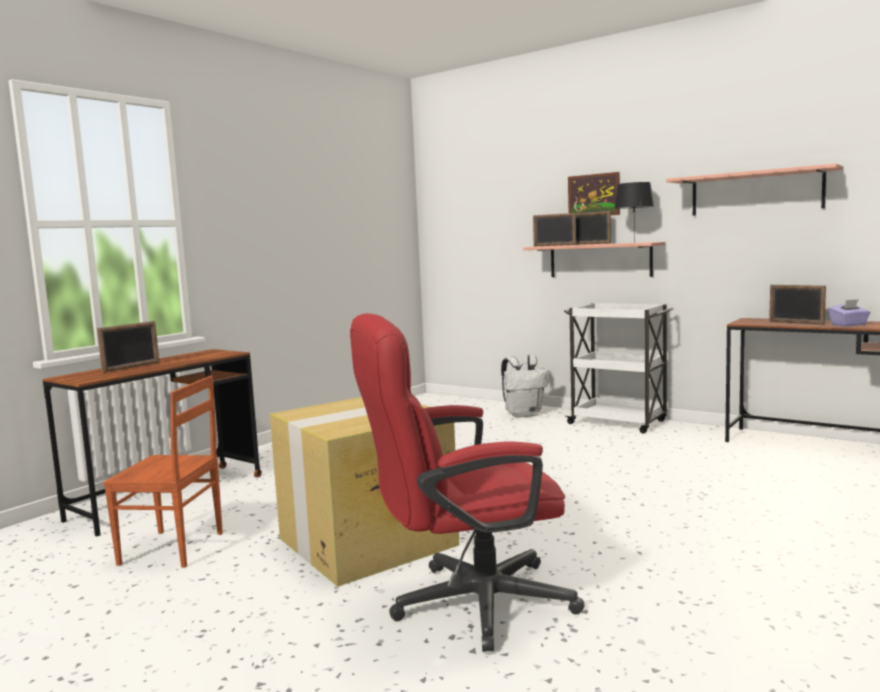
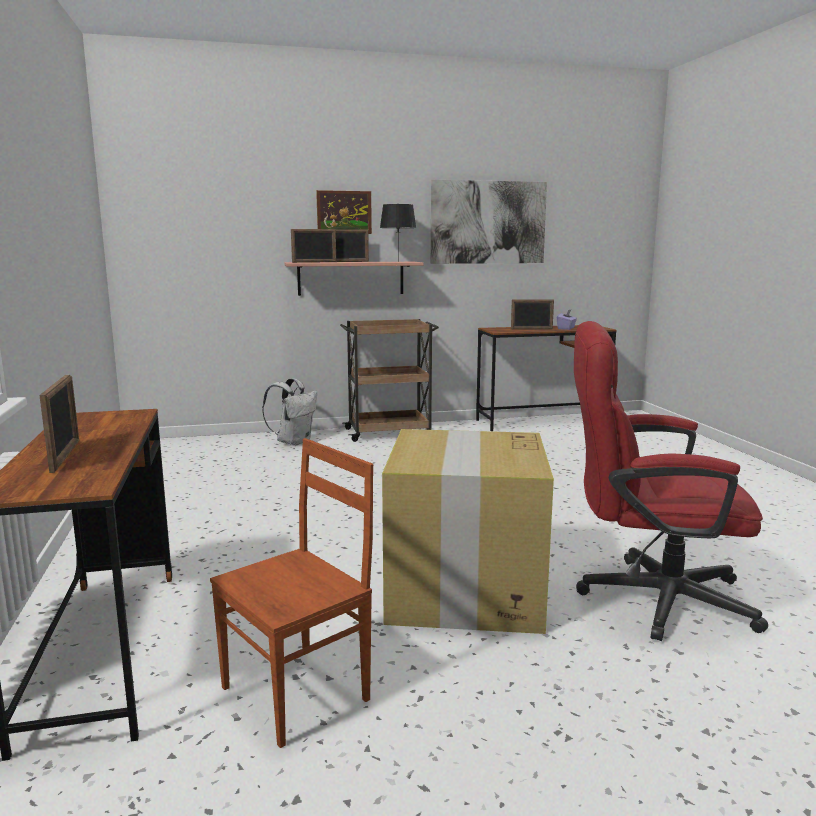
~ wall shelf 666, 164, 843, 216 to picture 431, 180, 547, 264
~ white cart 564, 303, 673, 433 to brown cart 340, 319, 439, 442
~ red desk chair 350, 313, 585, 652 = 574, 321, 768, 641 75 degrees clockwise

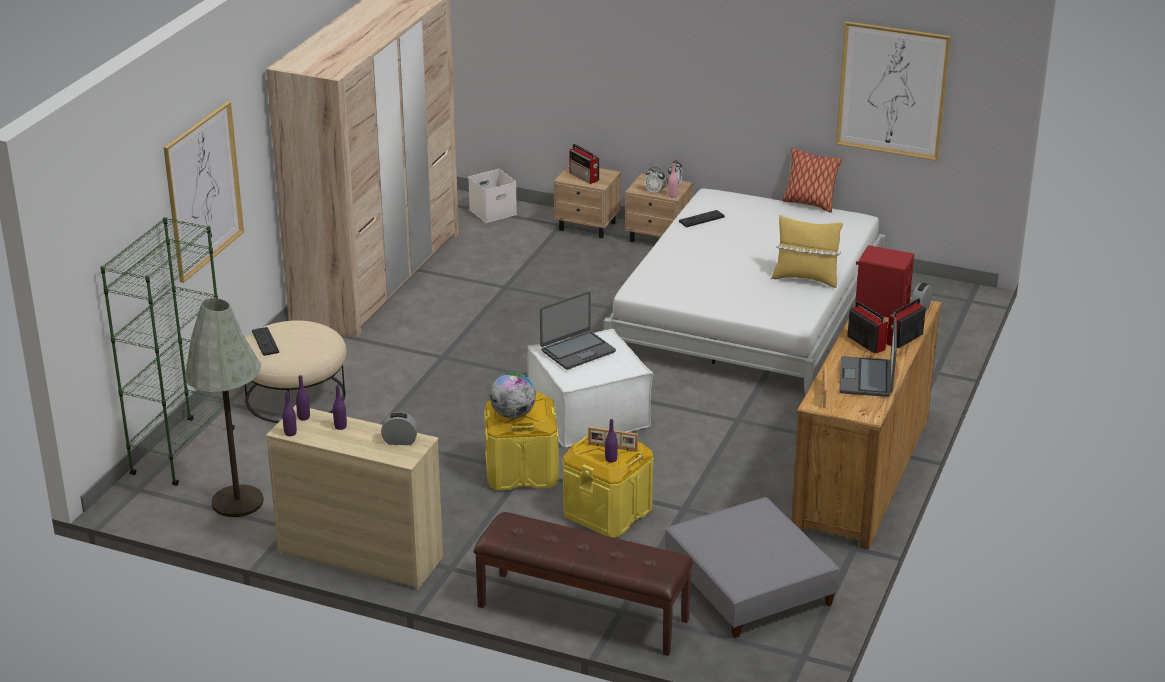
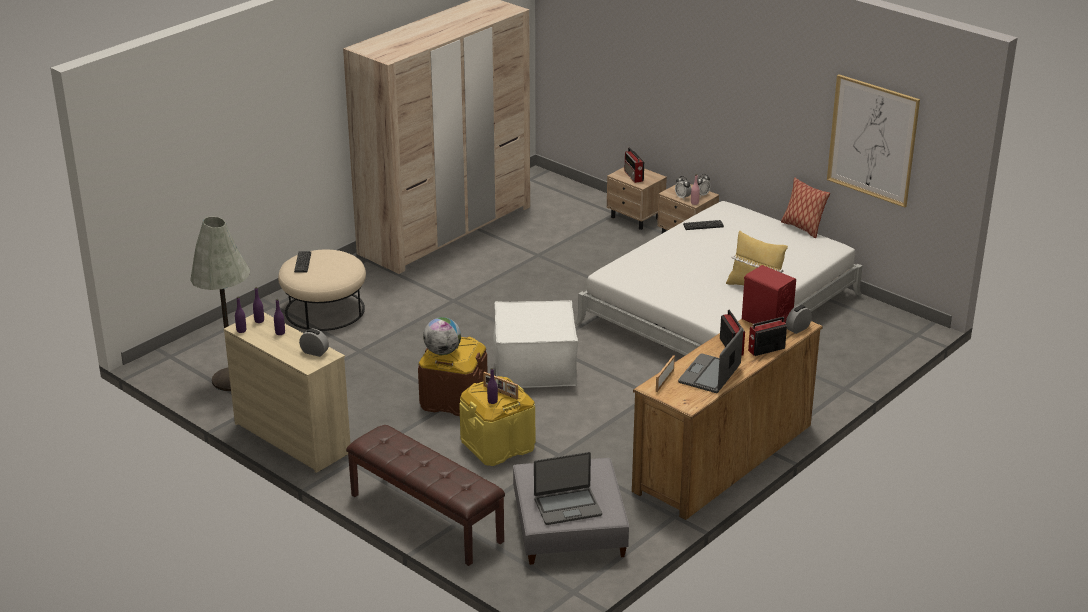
- picture 164, 101, 244, 283
- white storage box 468, 169, 517, 223
- green-coloured shelving unit 100, 217, 235, 486
~ portable computer 540, 291, 616, 370 to 534, 452, 602, 525
~ yellow-coloured storage box 484, 392, 559, 490 to brown storage box 418, 337, 488, 416

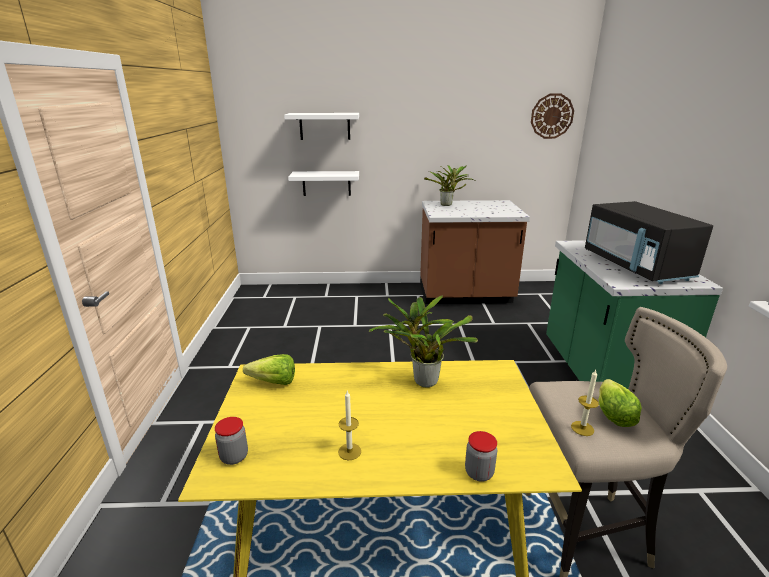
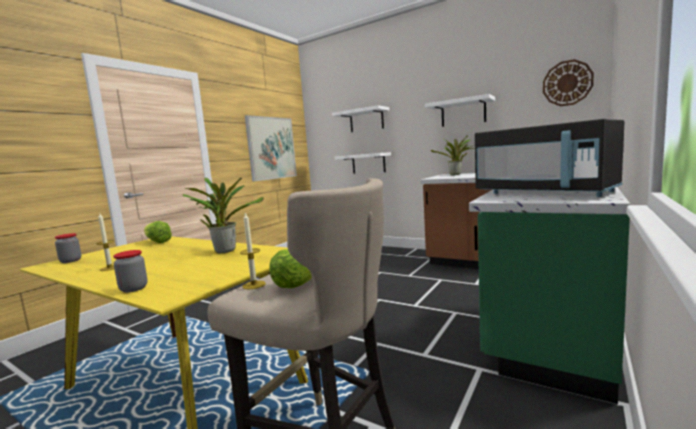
~ blackish microwave oven 585, 201, 713, 284 = 475, 119, 624, 197 60 degrees counterclockwise
+ white wall shelf 425, 94, 495, 127
+ picture 245, 115, 297, 181

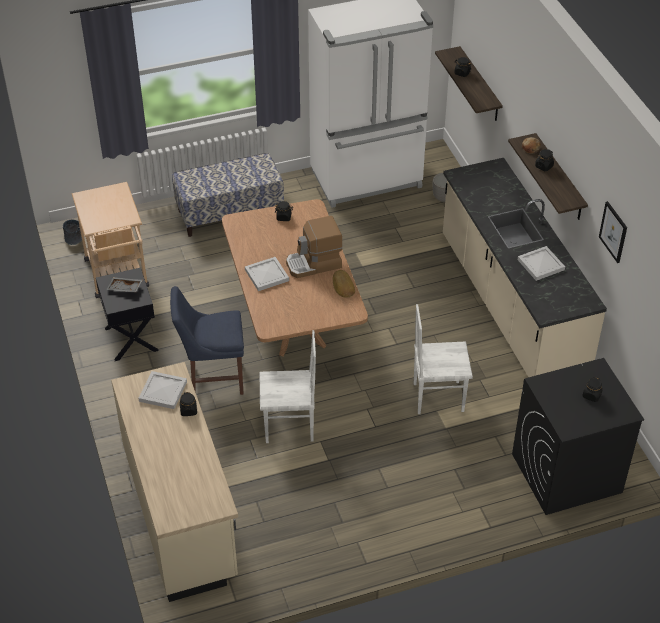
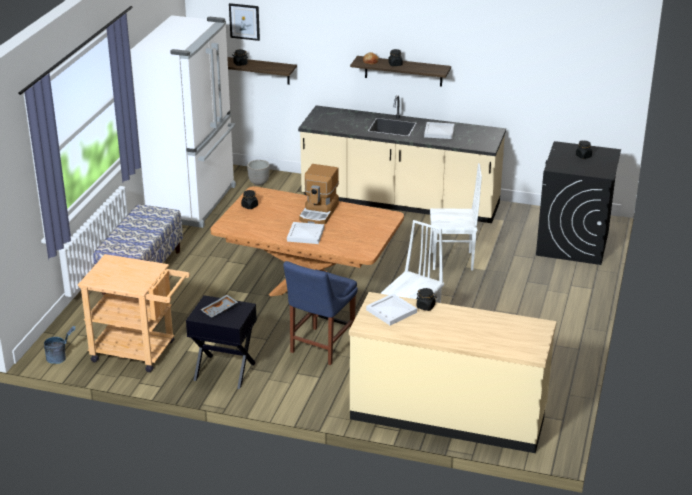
~ picture 599, 201, 627, 263 to 229, 3, 260, 41
- baked bread 333, 270, 355, 298
~ white chair 414, 304, 473, 414 = 430, 163, 482, 270 120 degrees counterclockwise

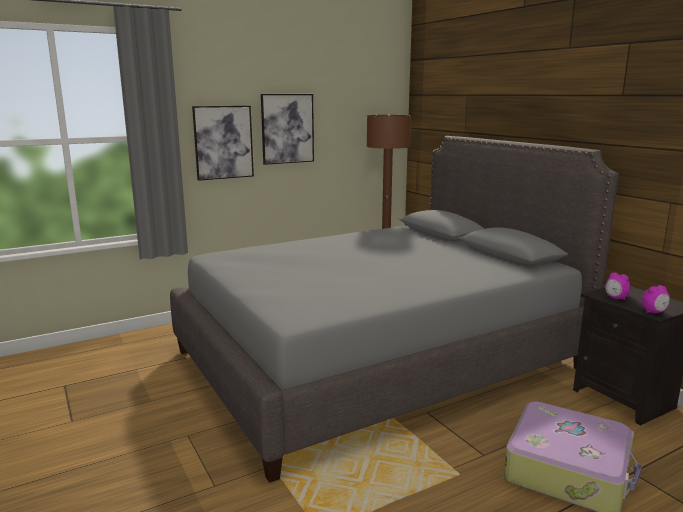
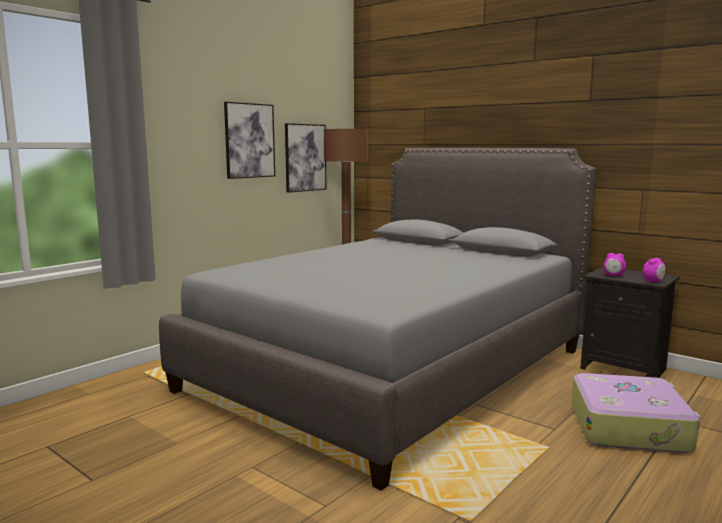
~ picture 192, 106, 254, 181 to 285, 123, 326, 193

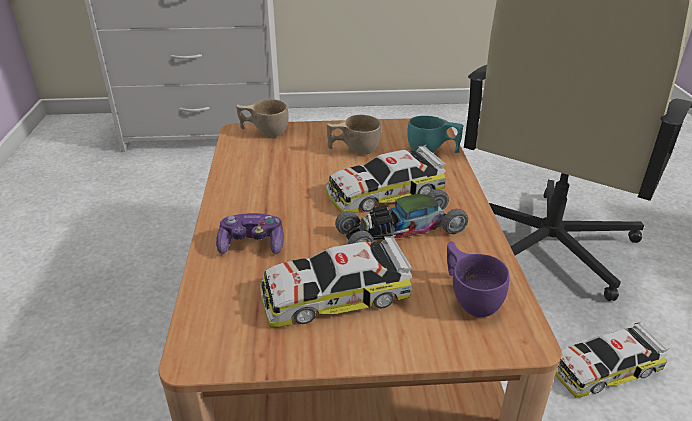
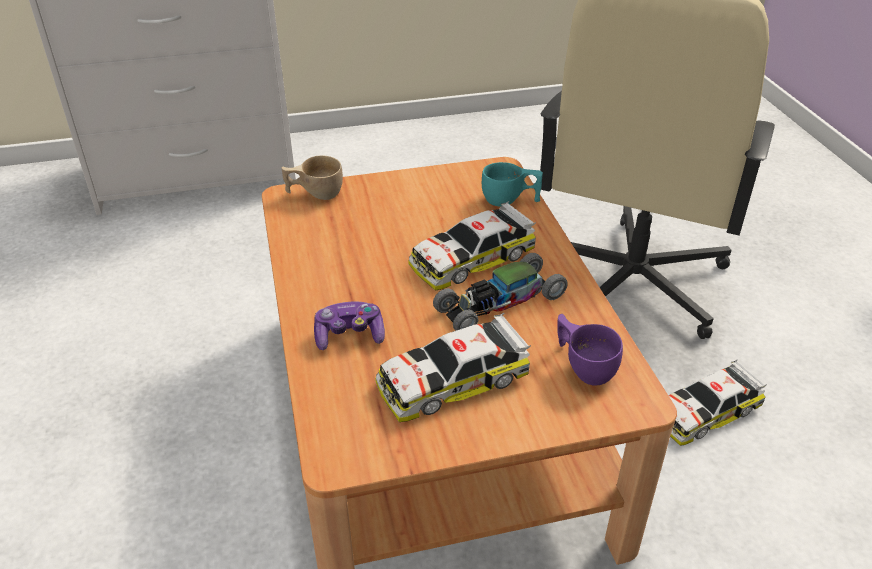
- beige-coloured drinking cup 327, 115, 381, 154

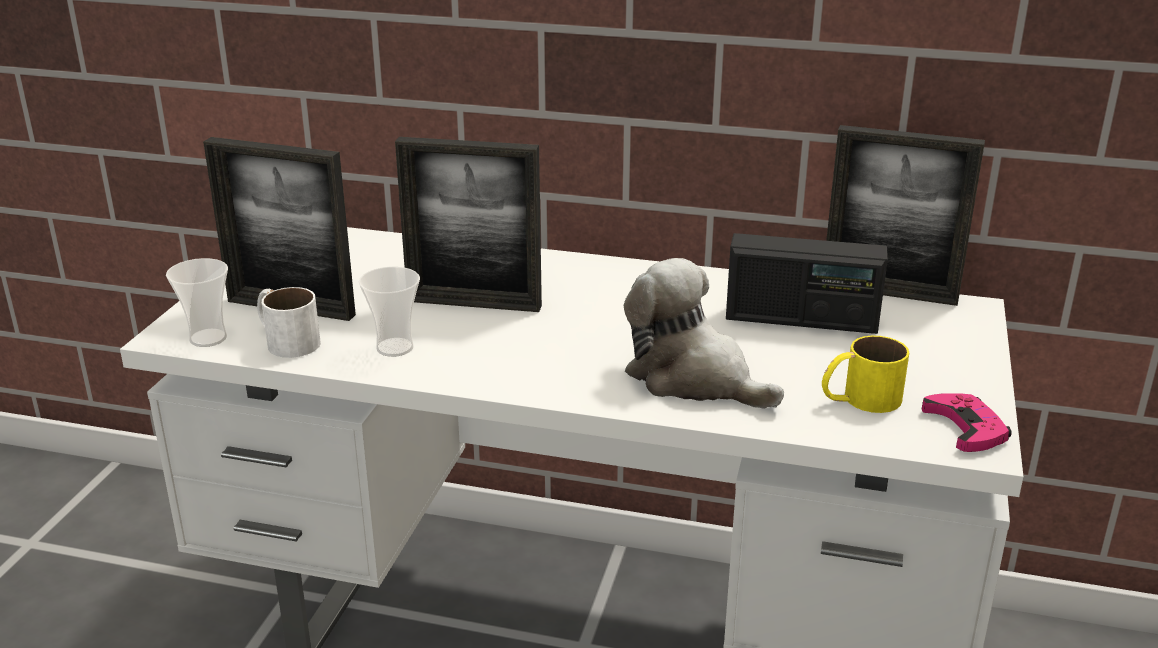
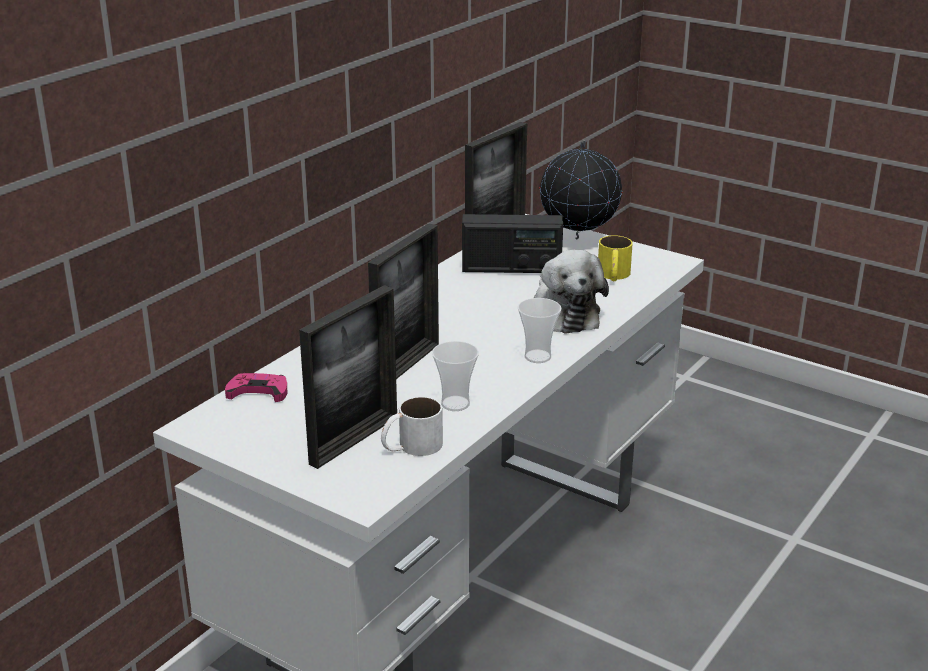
~ radio receiver 726, 233, 888, 334 = 462, 214, 563, 273 60 degrees clockwise
~ drinking cup 166, 258, 228, 347 to 518, 298, 561, 363
~ cuddly toy 624, 258, 784, 409 = 534, 250, 609, 334 75 degrees counterclockwise
~ pink-coloured joypad 922, 393, 1012, 452 to 225, 373, 287, 402
+ globe 540, 140, 623, 239

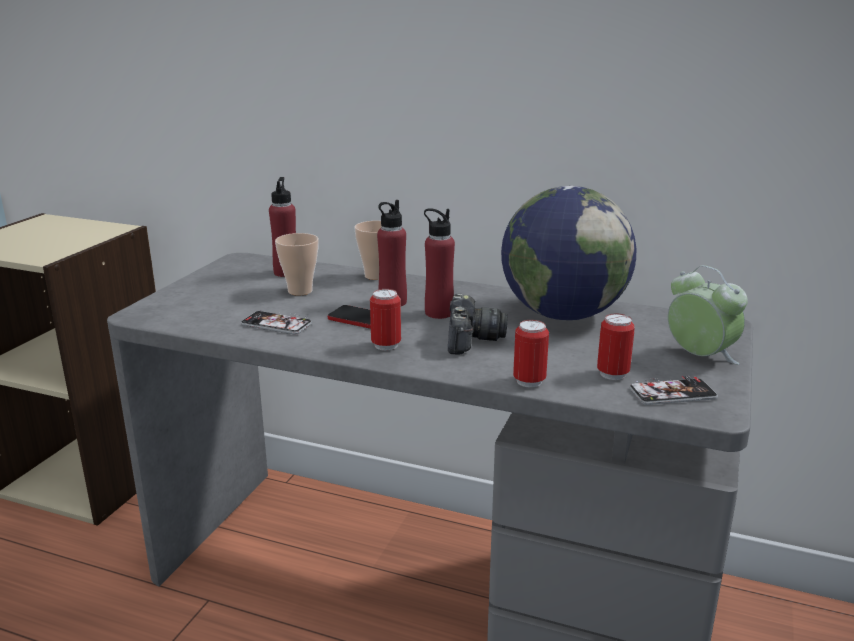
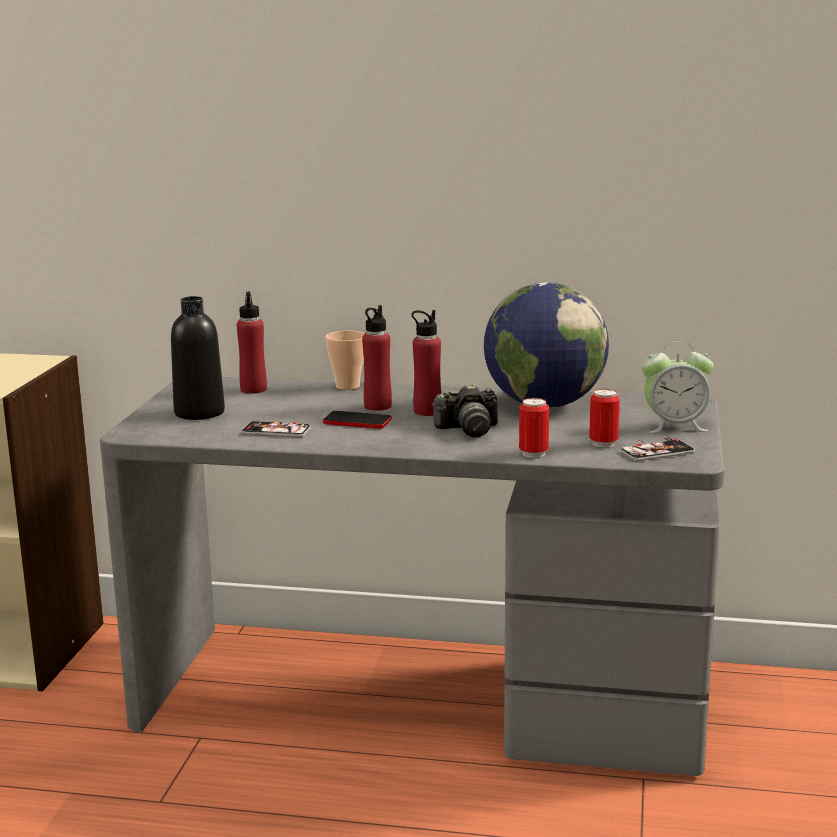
- drinking cup 275, 233, 319, 296
~ alarm clock 668, 265, 748, 365 = 642, 341, 714, 433 135 degrees clockwise
- sealed can 370, 289, 401, 351
~ photo camera 448, 293, 508, 355 = 432, 384, 498, 437 90 degrees clockwise
+ blackish drink bottle 171, 296, 225, 420

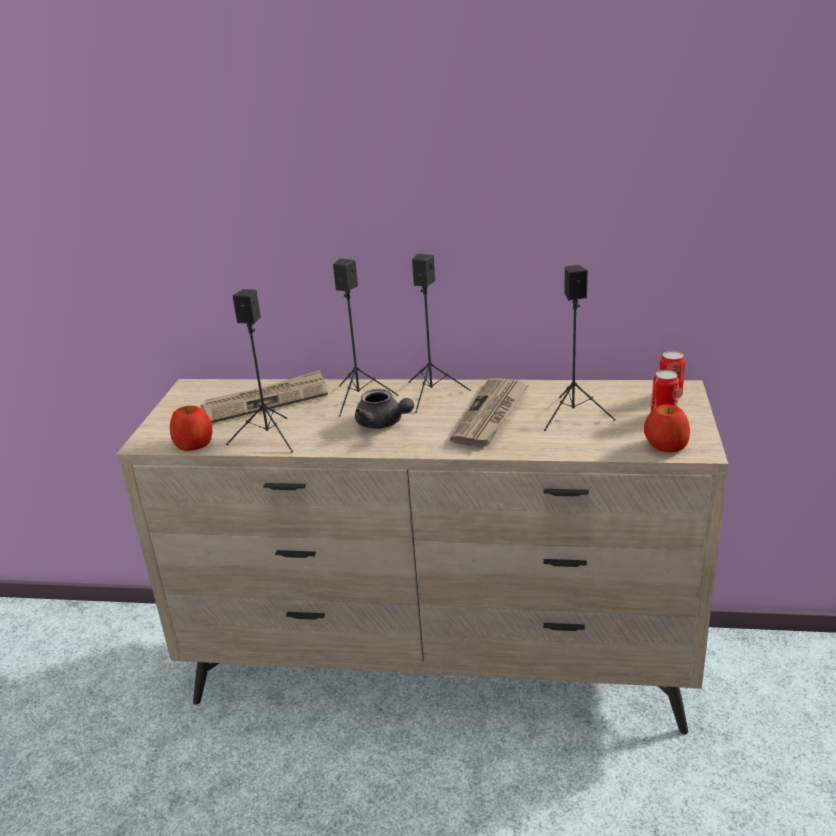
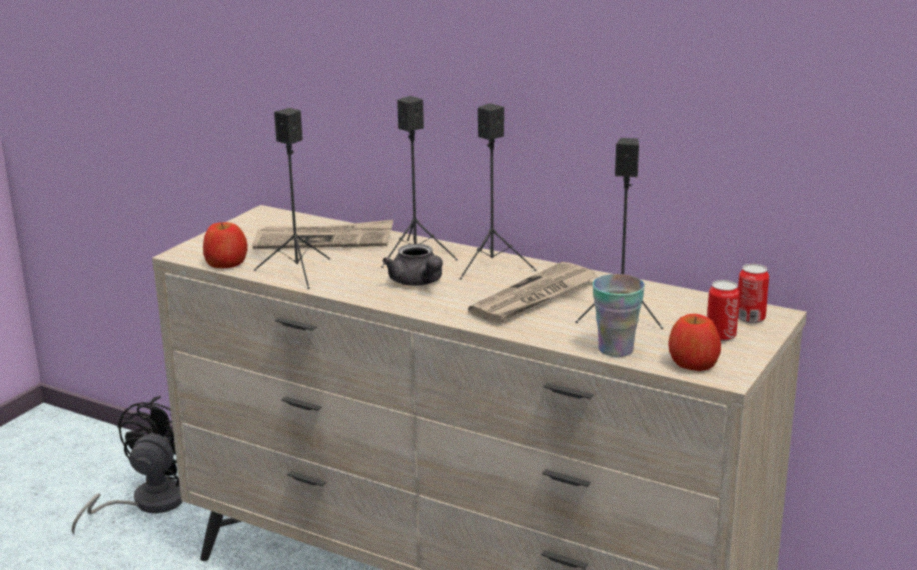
+ drinking cup 592, 274, 645, 357
+ blackish electric fan 72, 396, 183, 535

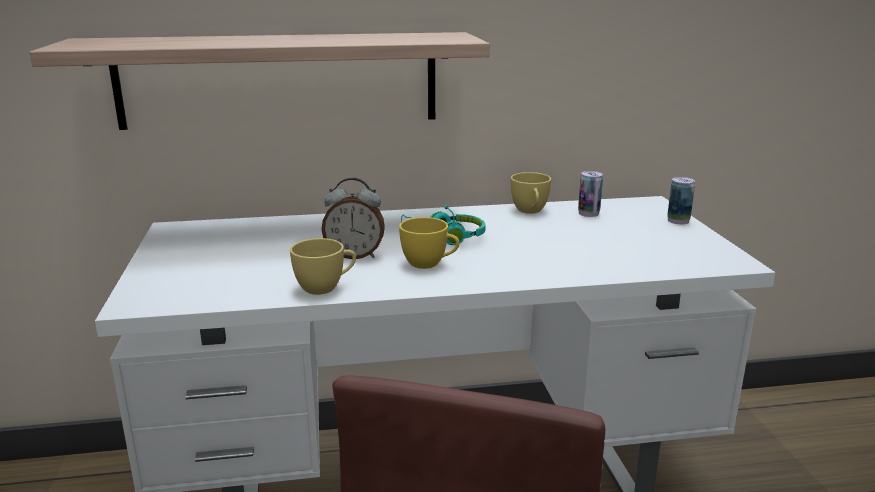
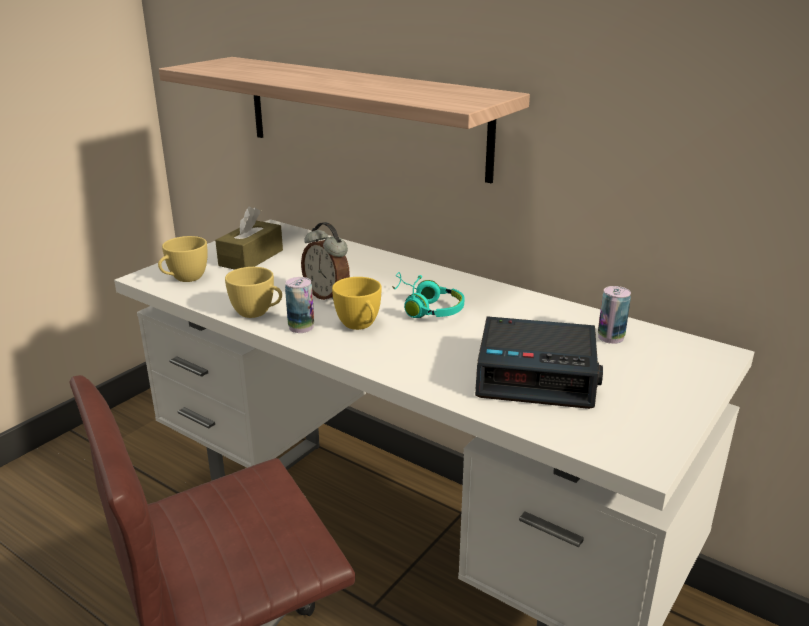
~ yellow-coloured drinking cup 511, 172, 551, 214 to 158, 236, 207, 282
~ sealed can 667, 177, 695, 224 to 285, 277, 314, 333
+ brown box of tissues 215, 207, 283, 270
+ alarm clock 475, 316, 603, 409

